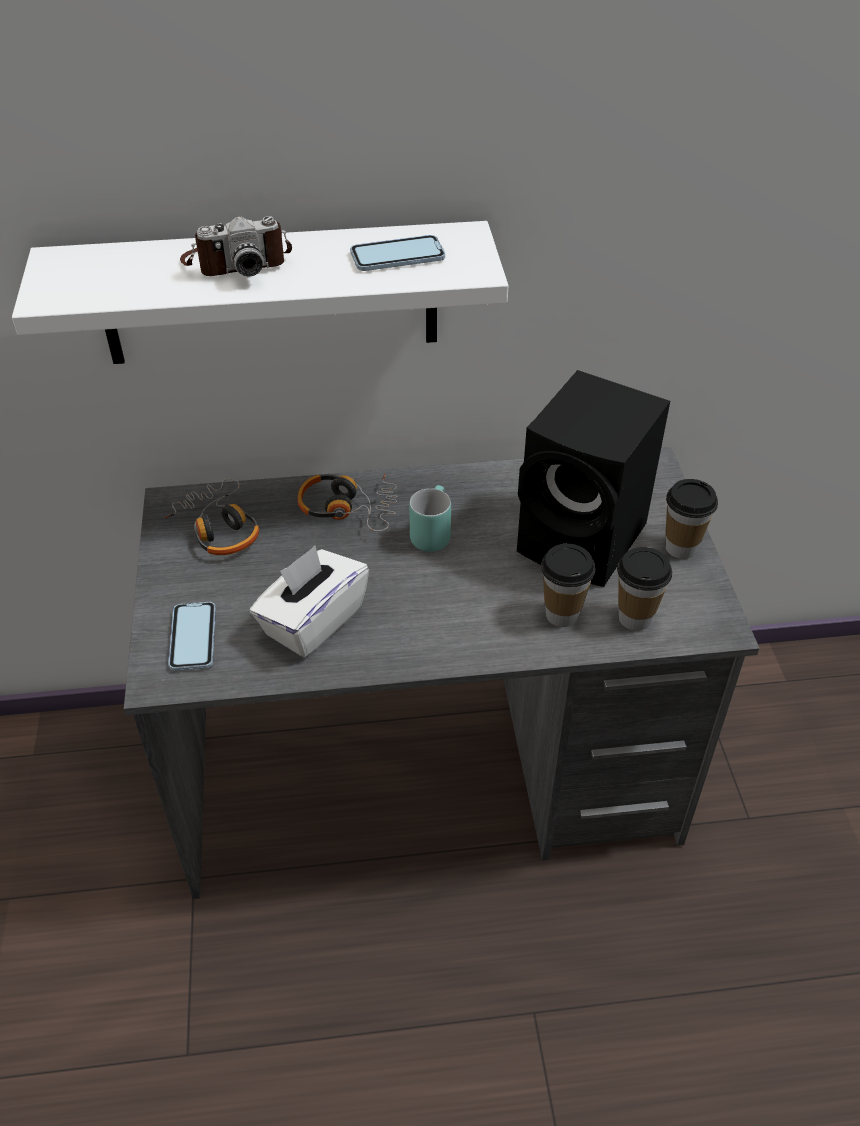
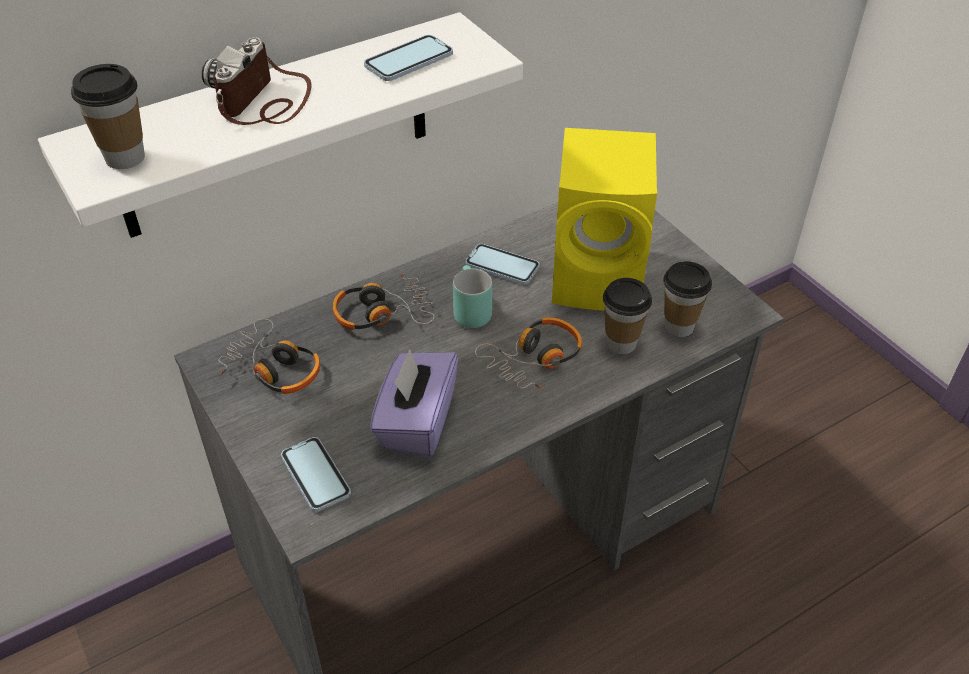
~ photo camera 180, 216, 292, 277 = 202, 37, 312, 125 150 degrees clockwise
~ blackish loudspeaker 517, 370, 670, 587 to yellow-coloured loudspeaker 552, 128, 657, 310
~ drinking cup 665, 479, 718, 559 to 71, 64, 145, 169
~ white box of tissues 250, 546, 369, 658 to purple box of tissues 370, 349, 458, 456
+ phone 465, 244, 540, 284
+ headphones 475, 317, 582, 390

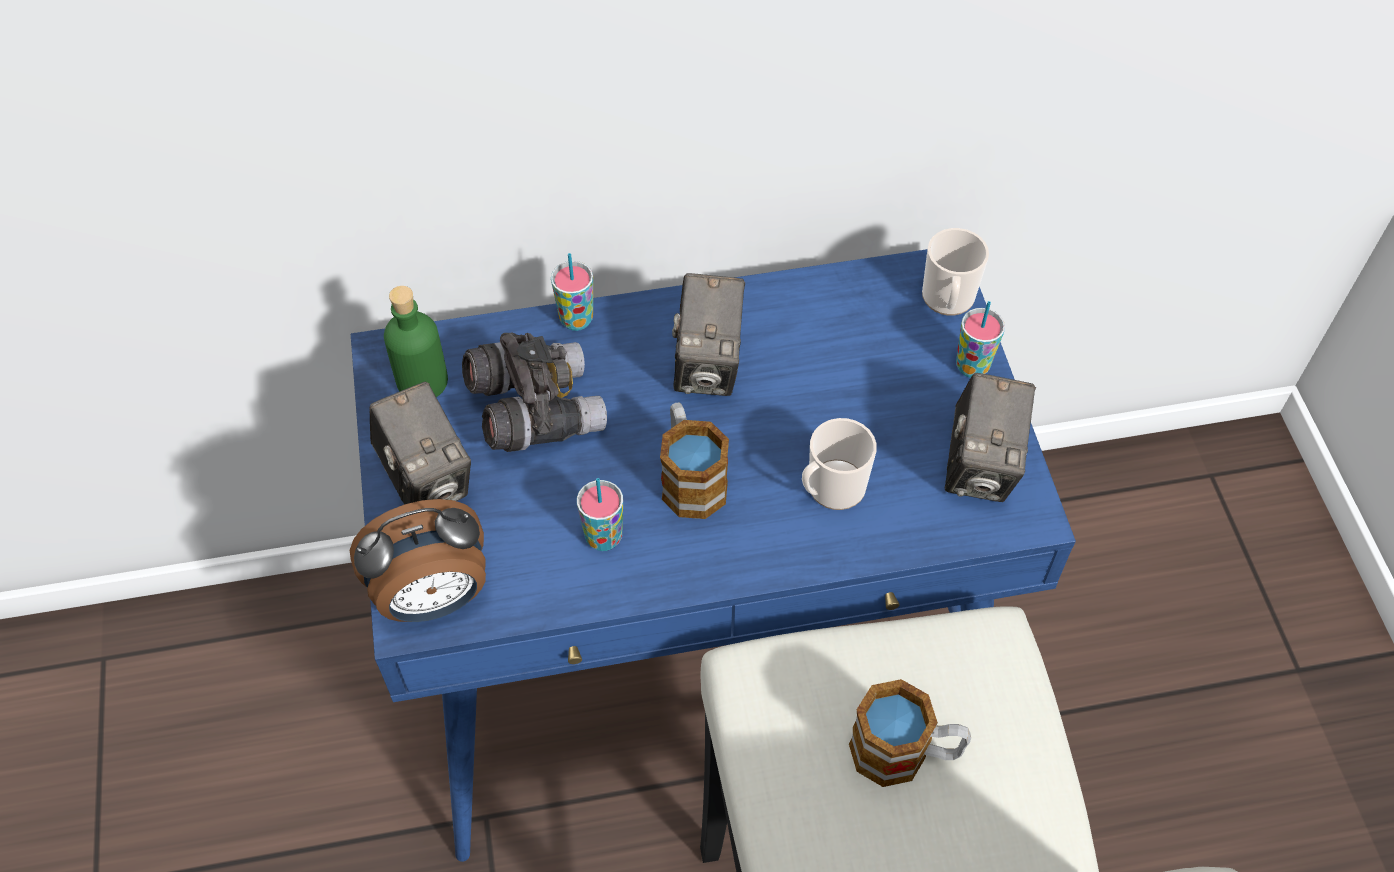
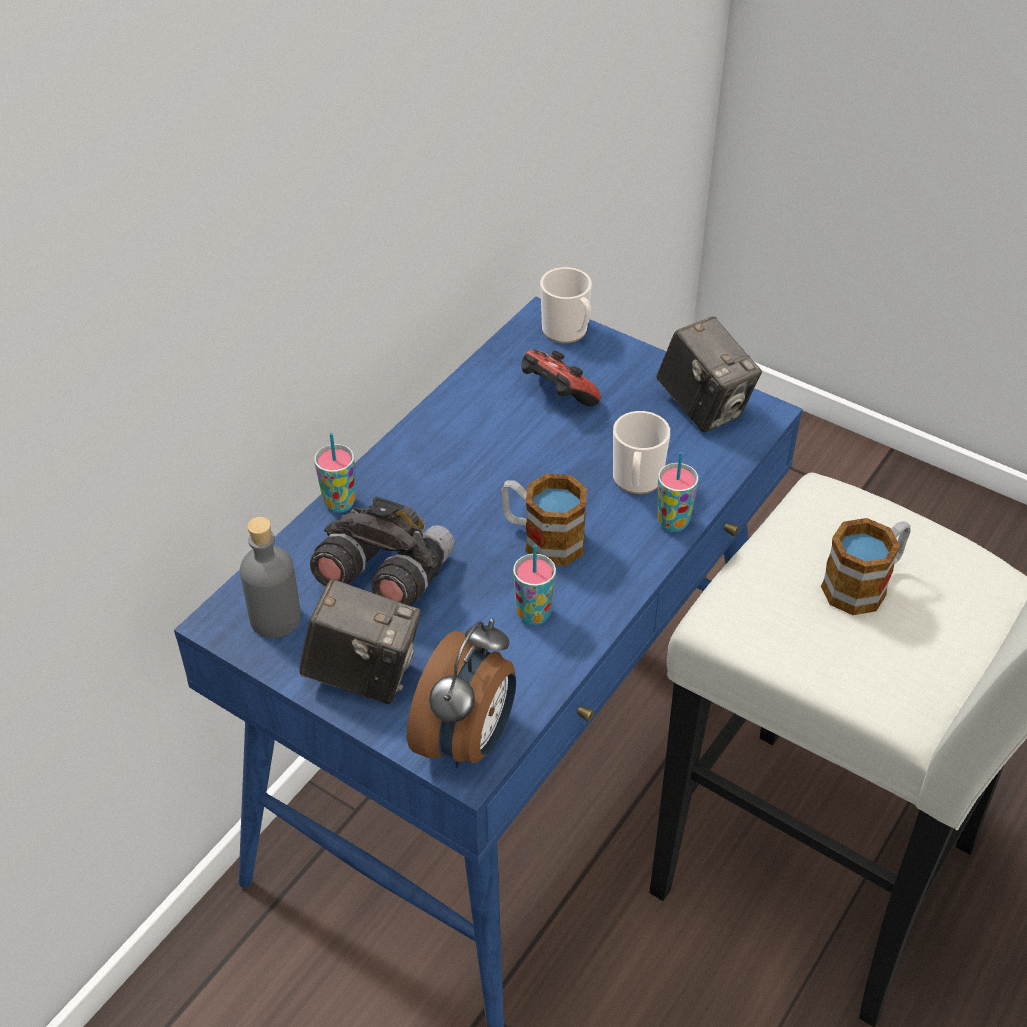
- photo camera 672, 273, 745, 396
~ green-coloured drink bottle 384, 286, 448, 397 to gray drink bottle 240, 517, 301, 638
~ drinking cup 956, 301, 1005, 378 to 657, 452, 698, 532
+ joypad 521, 349, 601, 407

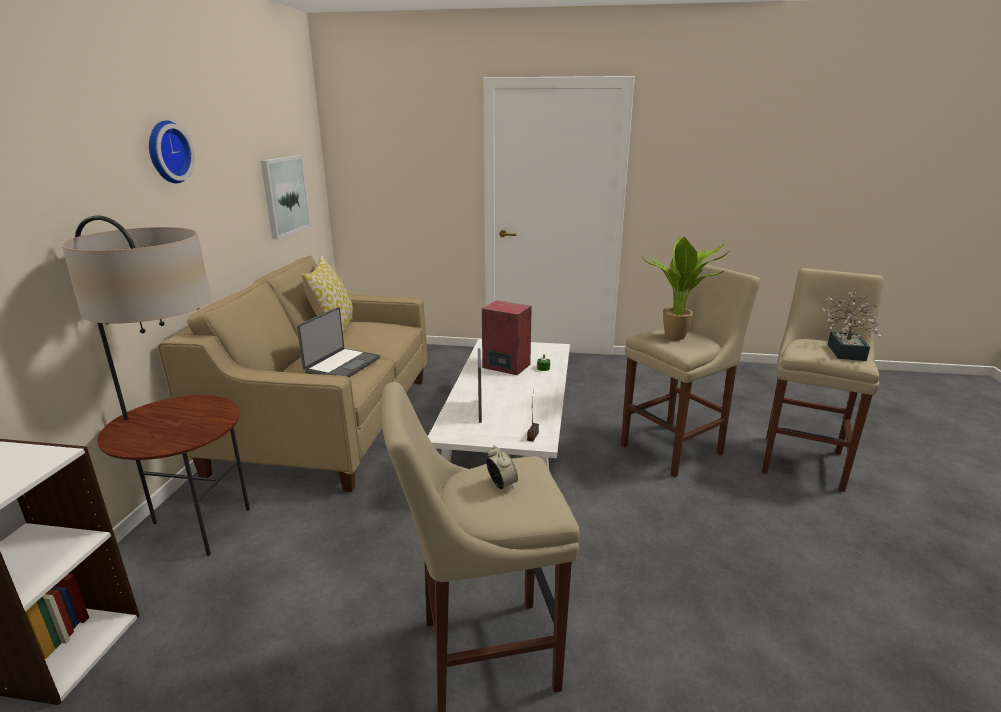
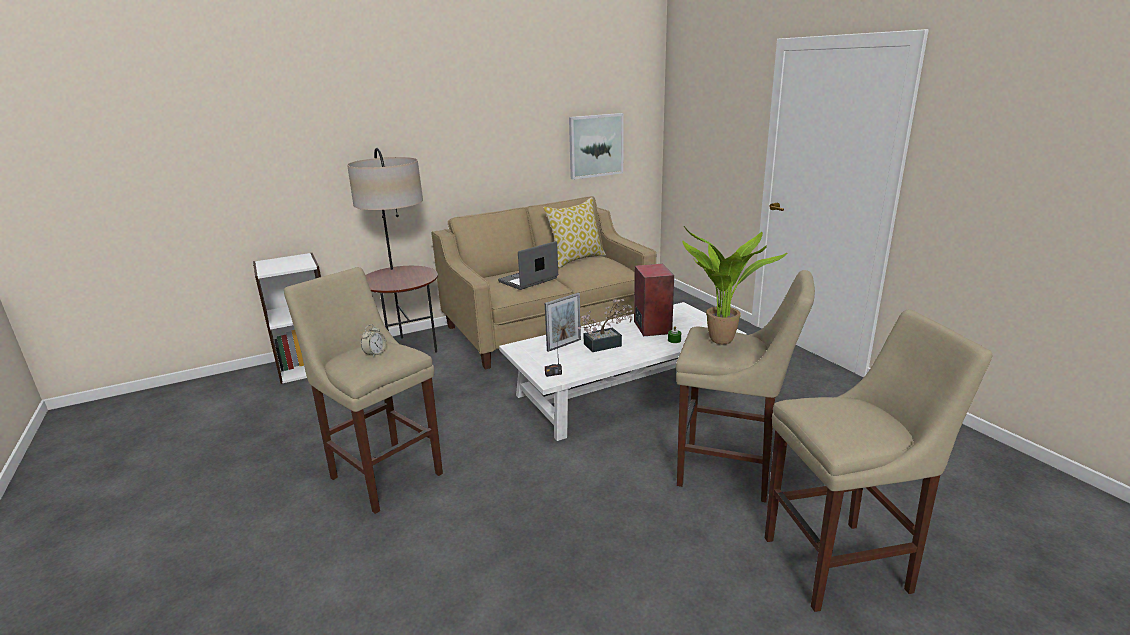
- wall clock 149, 120, 195, 183
~ houseplant 822, 292, 882, 361 to 578, 299, 633, 352
~ portable computer 297, 307, 380, 377 = 498, 241, 558, 290 150 degrees clockwise

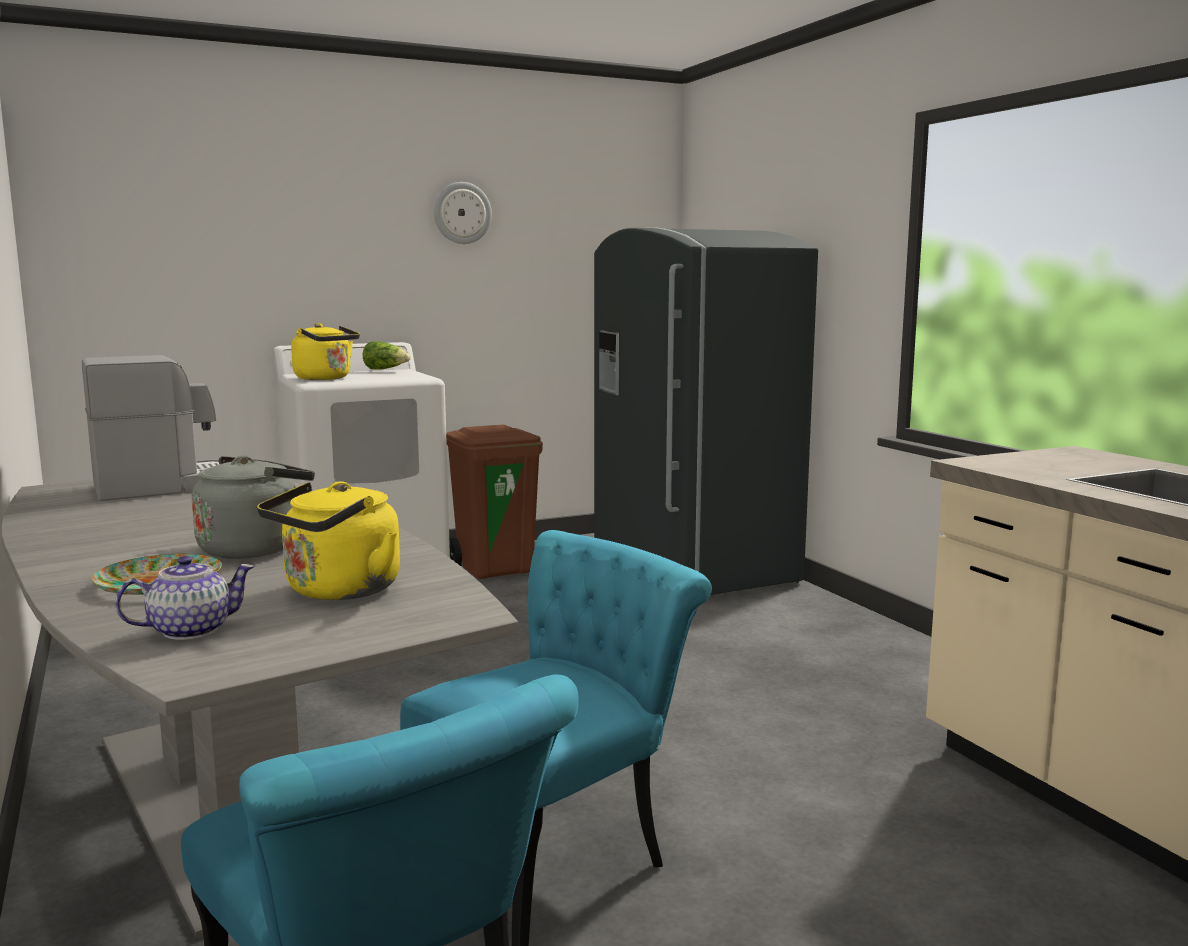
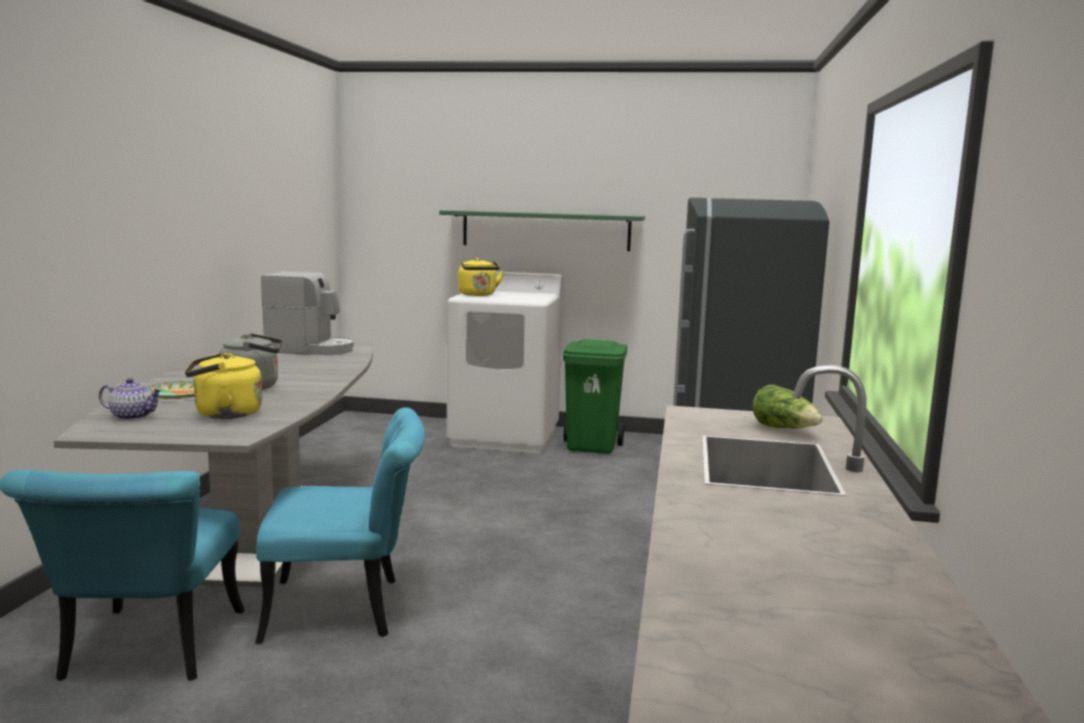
- wall clock 434, 182, 492, 244
~ lettuce head 363, 341, 411, 370 to 753, 384, 823, 428
~ brown trash can 446, 425, 543, 579 to green-coloured trash can 563, 339, 627, 454
+ green-coloured wall shelf 439, 210, 645, 251

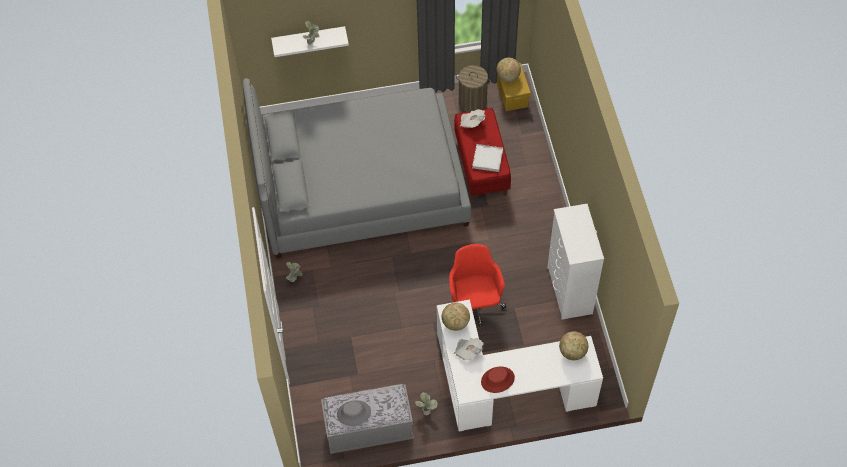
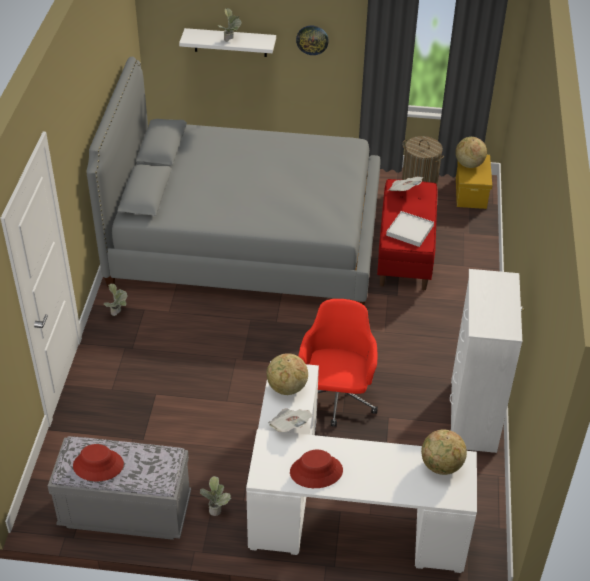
~ gray hat 337, 400, 371, 426 to red hat 73, 444, 124, 481
+ wall clock 296, 25, 329, 55

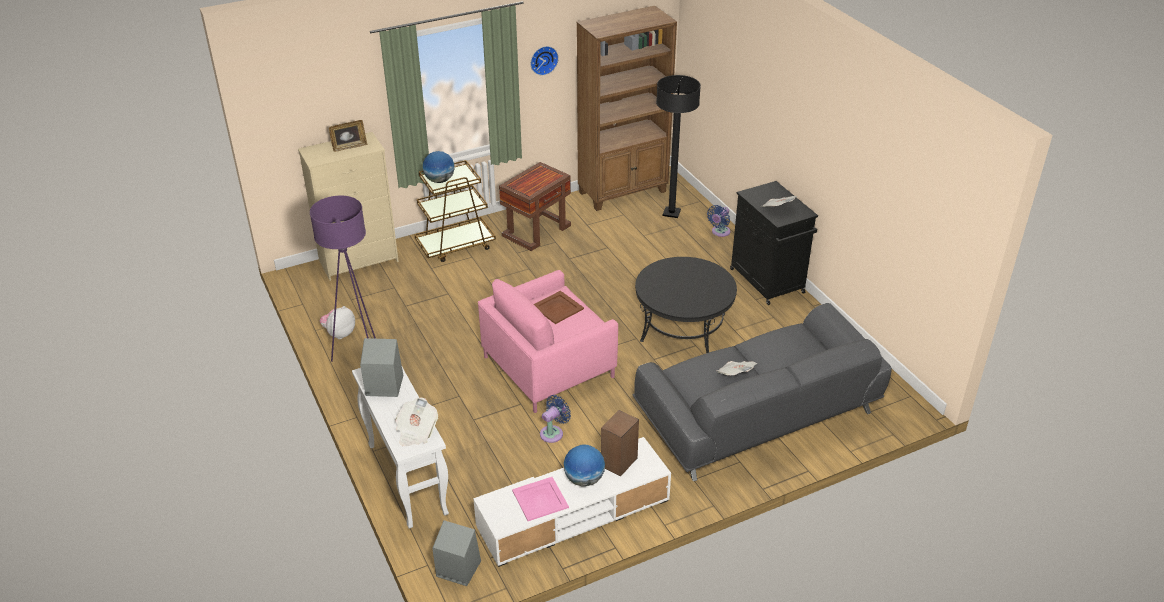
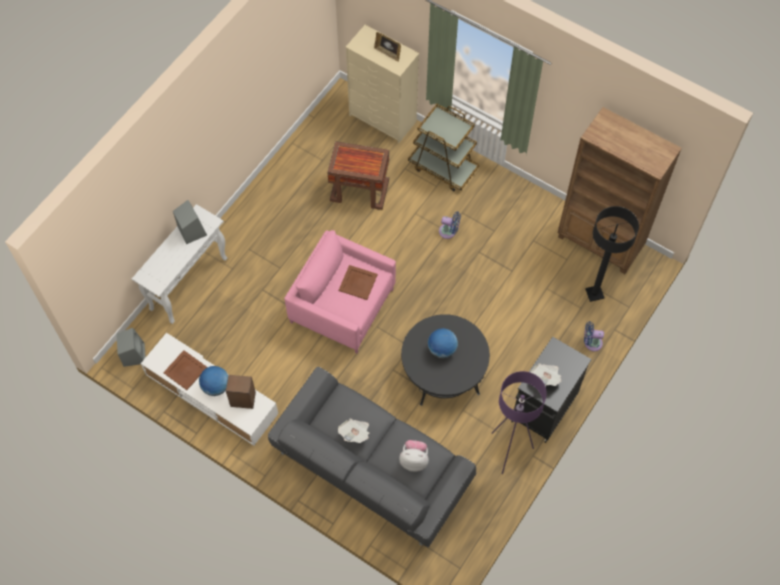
- wall clock 530, 46, 559, 75
~ globe 423, 151, 455, 183 to 428, 328, 458, 358
~ brown end table 499, 162, 571, 251 to 327, 141, 389, 210
~ purple standing lamp 310, 196, 376, 362 to 491, 371, 547, 474
~ cuddly toy 320, 306, 355, 339 to 399, 440, 429, 472
~ bluish electric fan 540, 395, 571, 443 to 439, 212, 461, 239
- newspaper 396, 397, 438, 446
~ pink-coloured serving tray 512, 477, 569, 521 to brown serving tray 163, 350, 207, 390

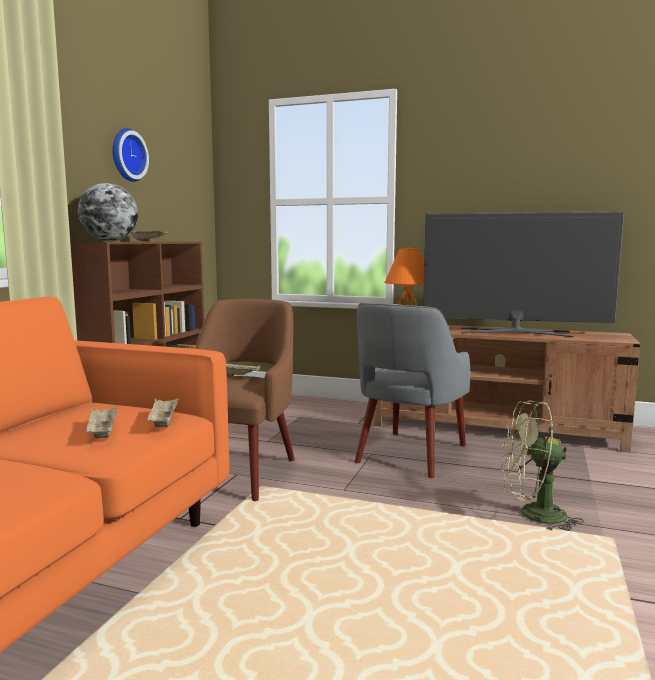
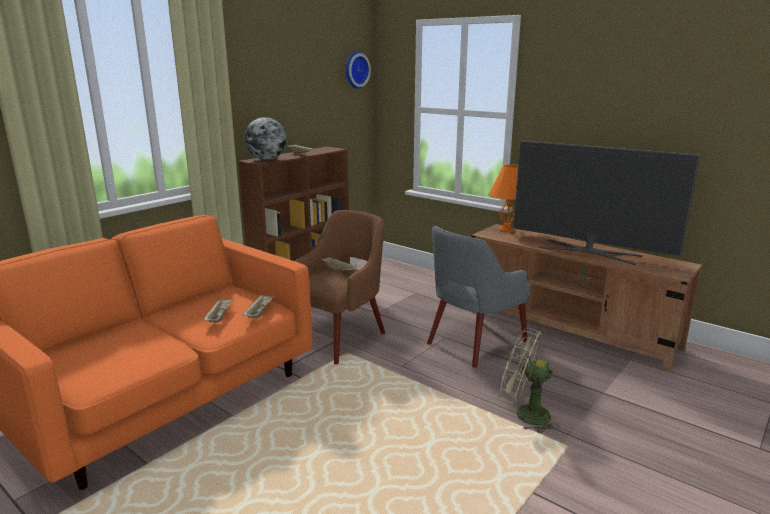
~ wall clock 112, 128, 149, 182 to 346, 52, 371, 89

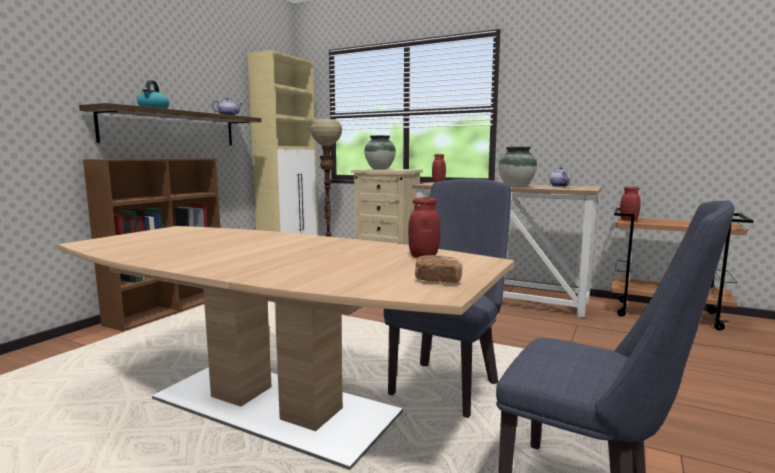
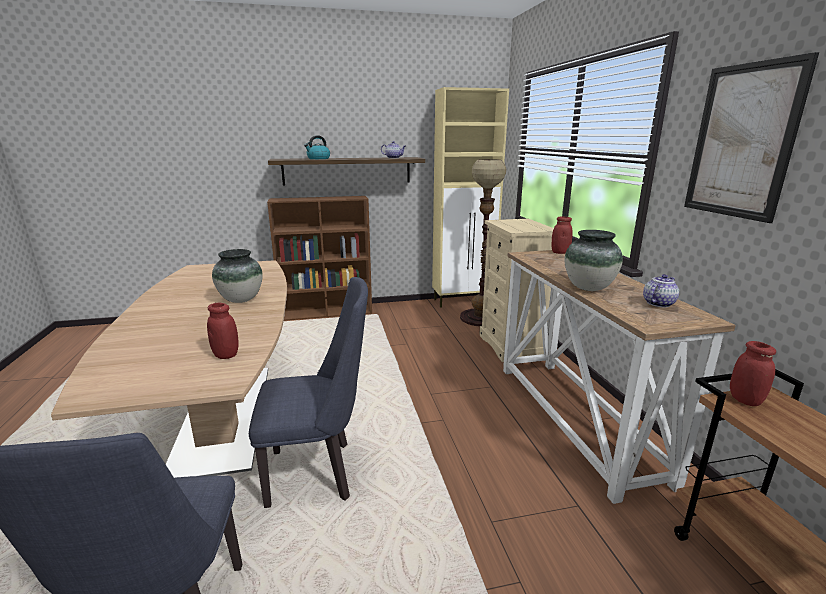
~ vase 364, 135, 396, 170 to 212, 249, 263, 303
- baked bread 415, 255, 463, 283
+ picture 684, 52, 819, 223

